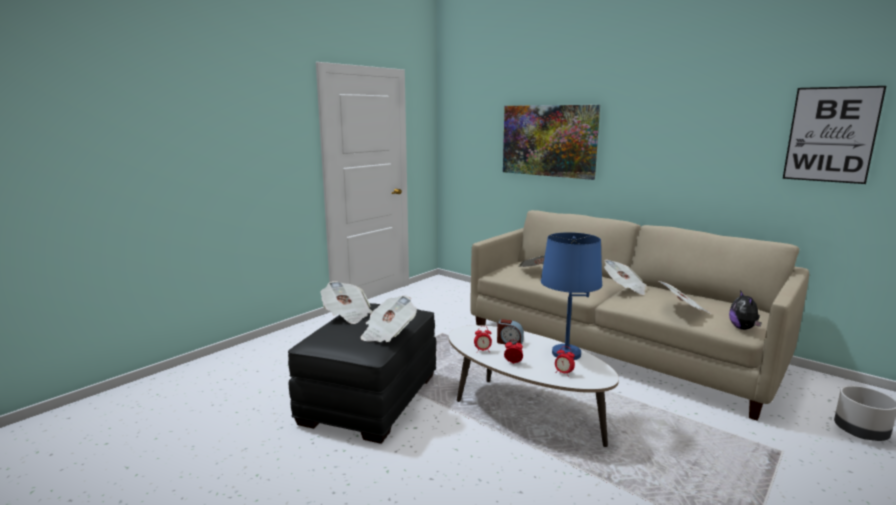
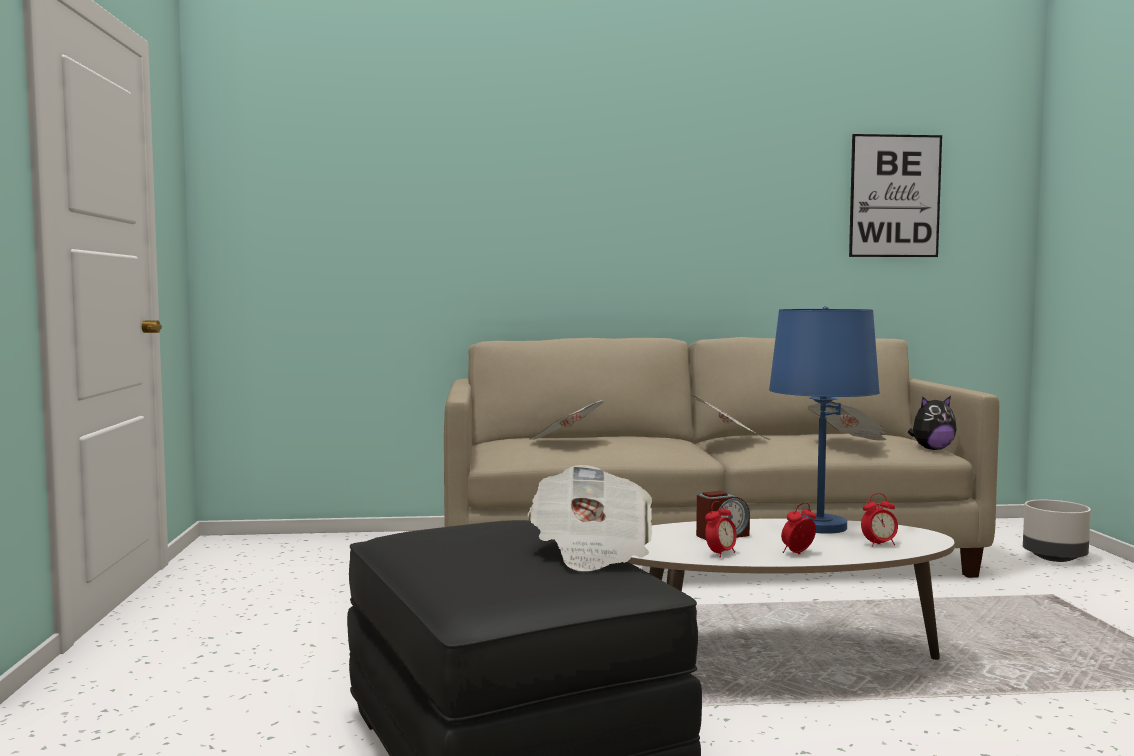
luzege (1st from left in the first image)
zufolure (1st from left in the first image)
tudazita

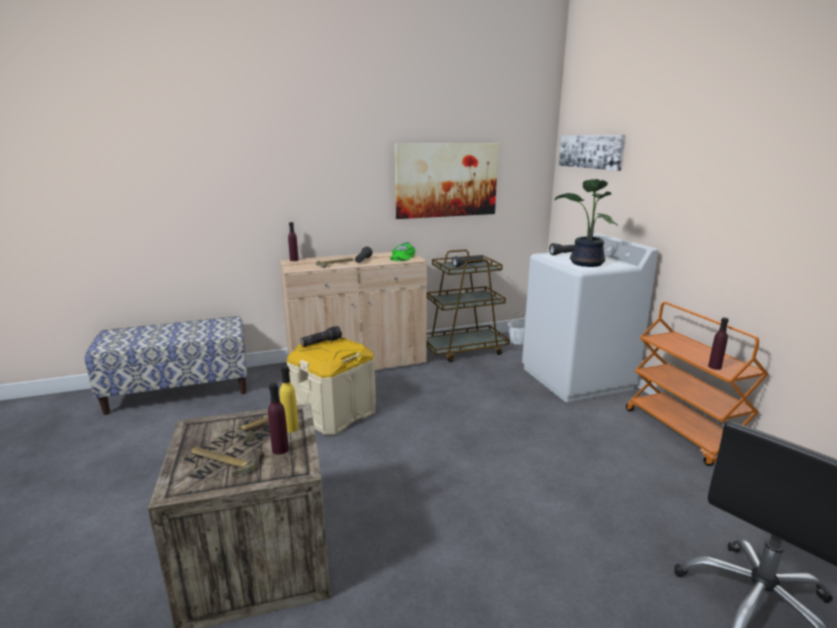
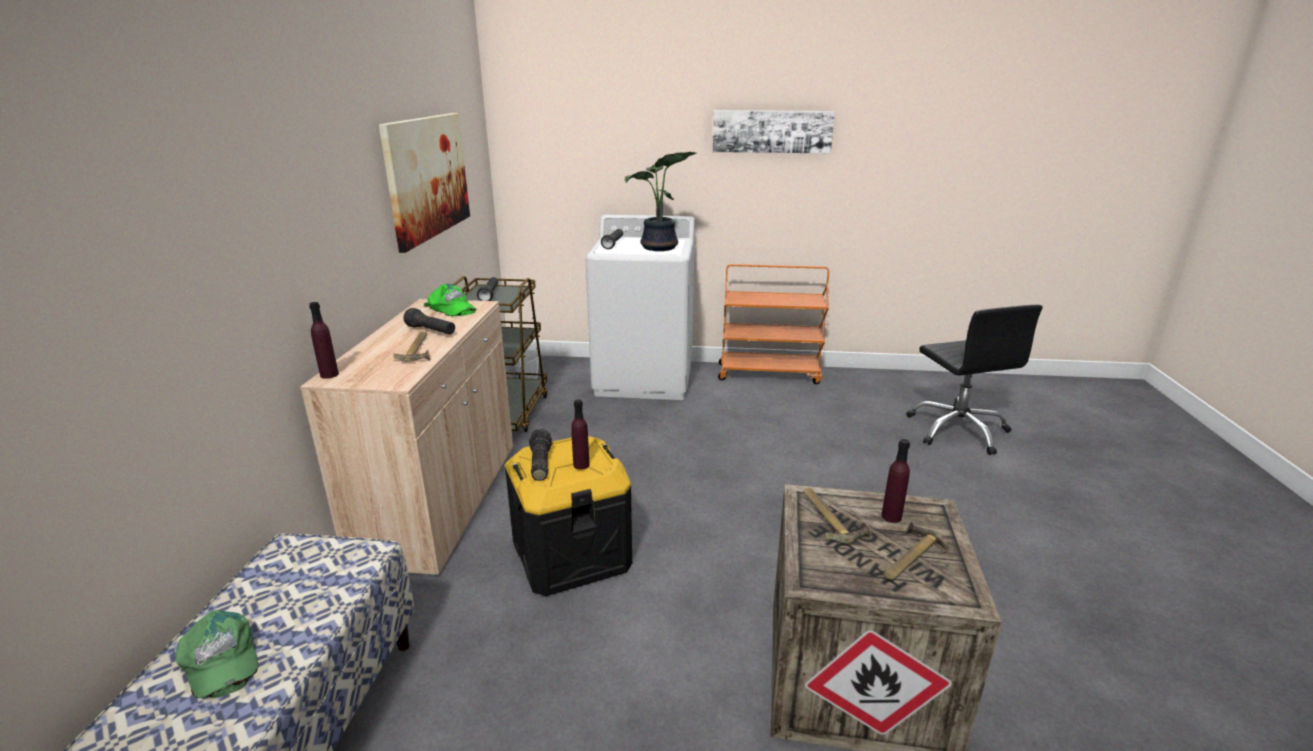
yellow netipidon
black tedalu
zufolure (2nd from left)
purple netipidon (2nd from left)
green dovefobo (1st from left)

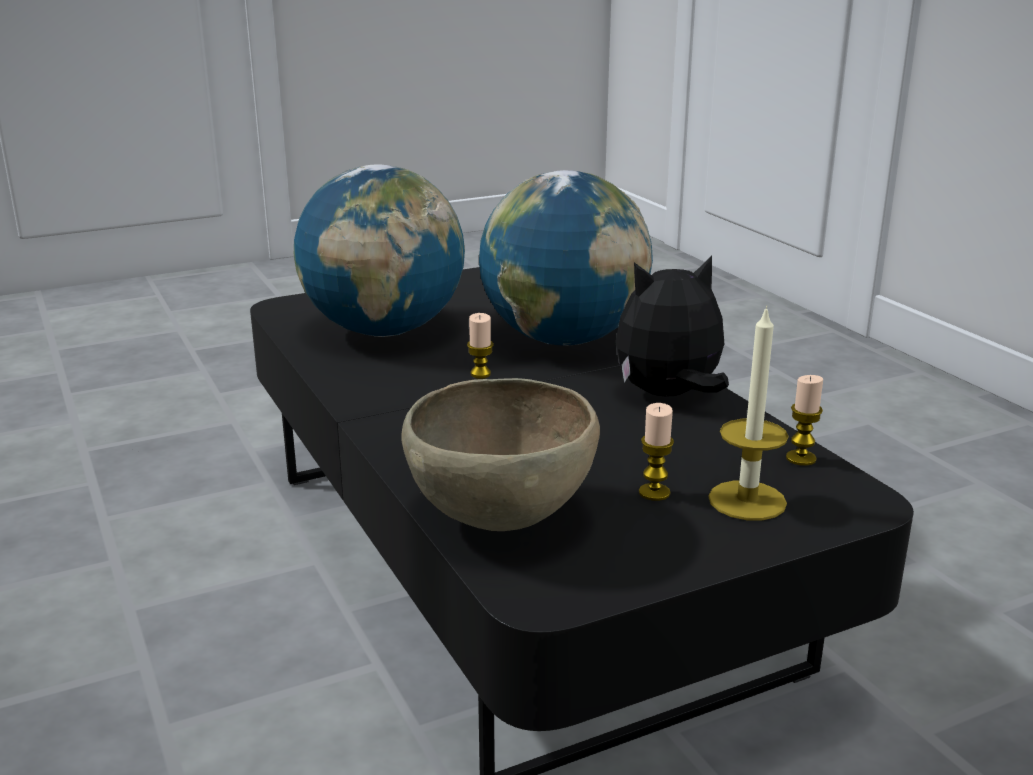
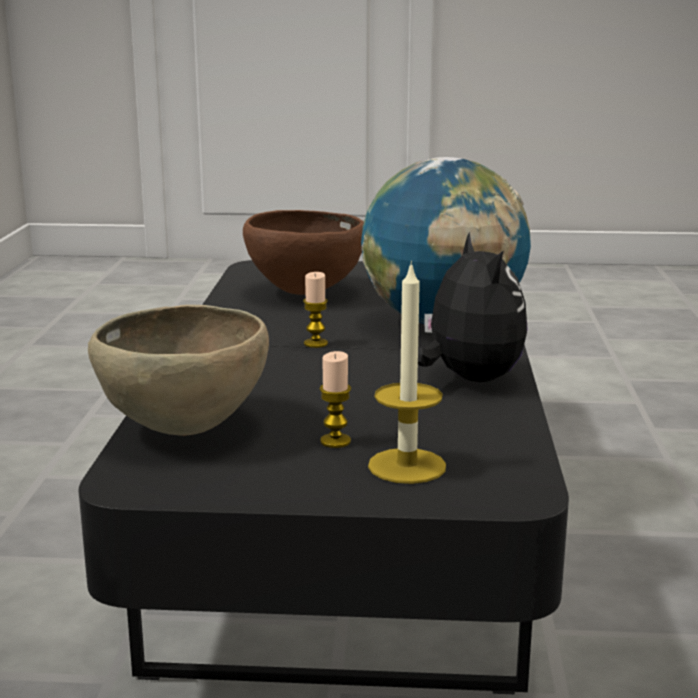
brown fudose (2nd from left)
tudazita
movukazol (4th from left in the first image)

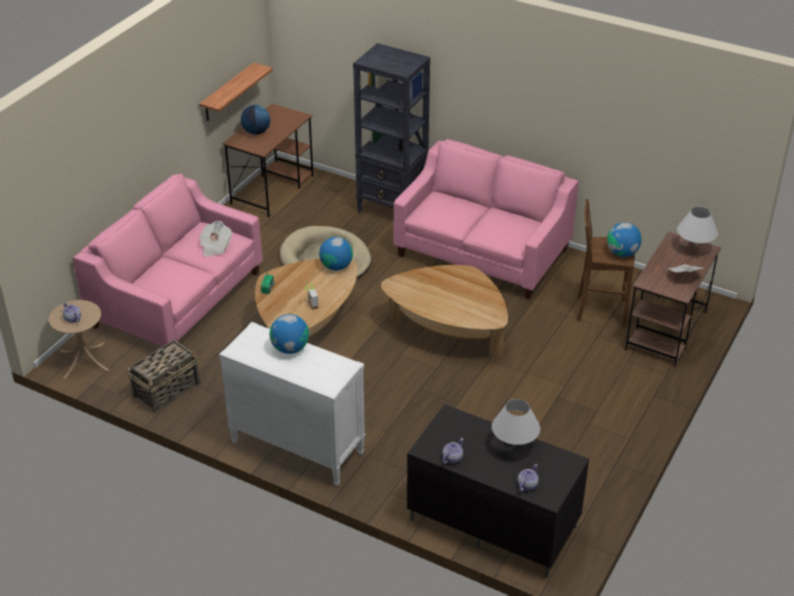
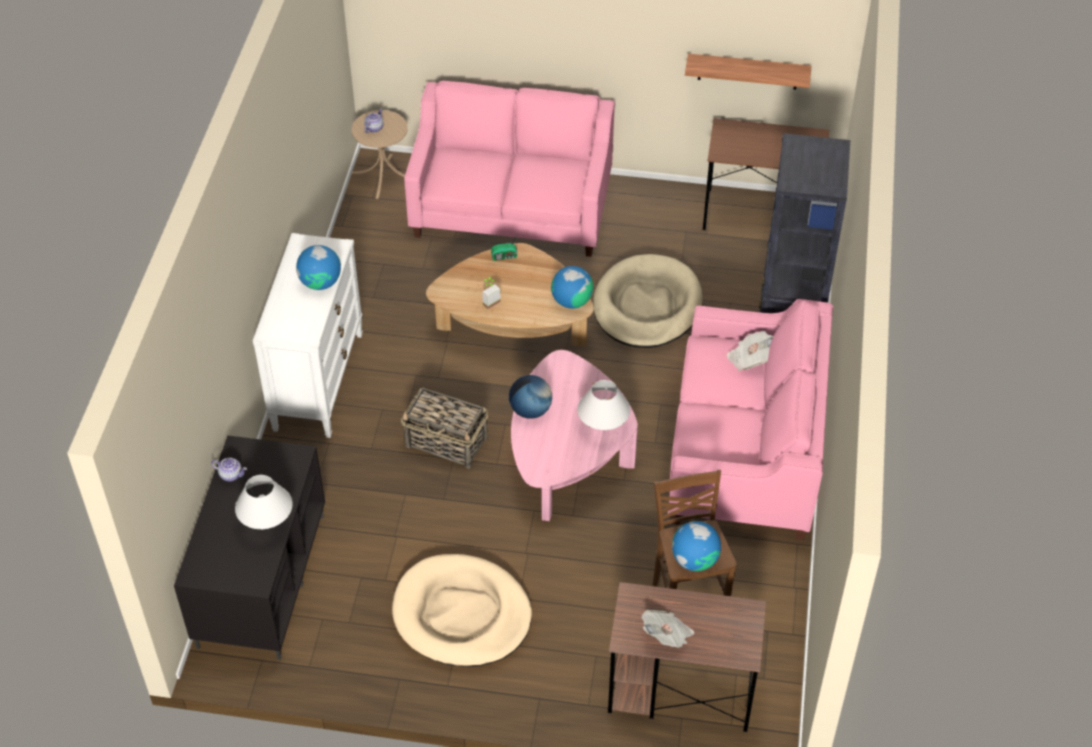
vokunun
luzege (2nd from left)
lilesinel (2nd from left)
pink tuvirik
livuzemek (3rd from left in the first image)
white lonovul (2nd from left)
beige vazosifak (1st from left)

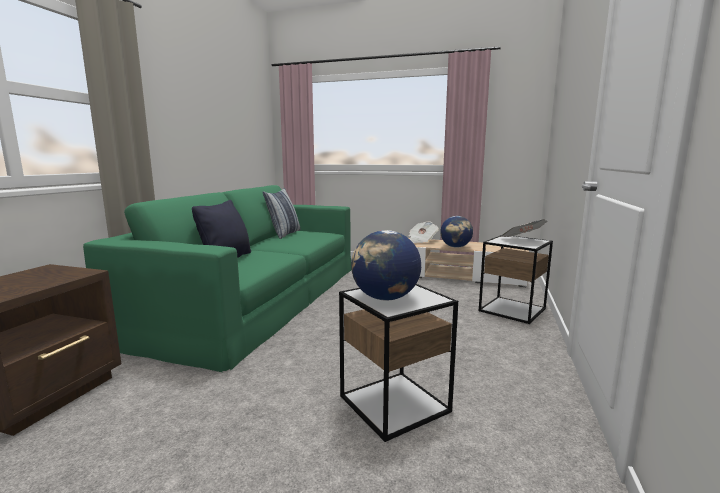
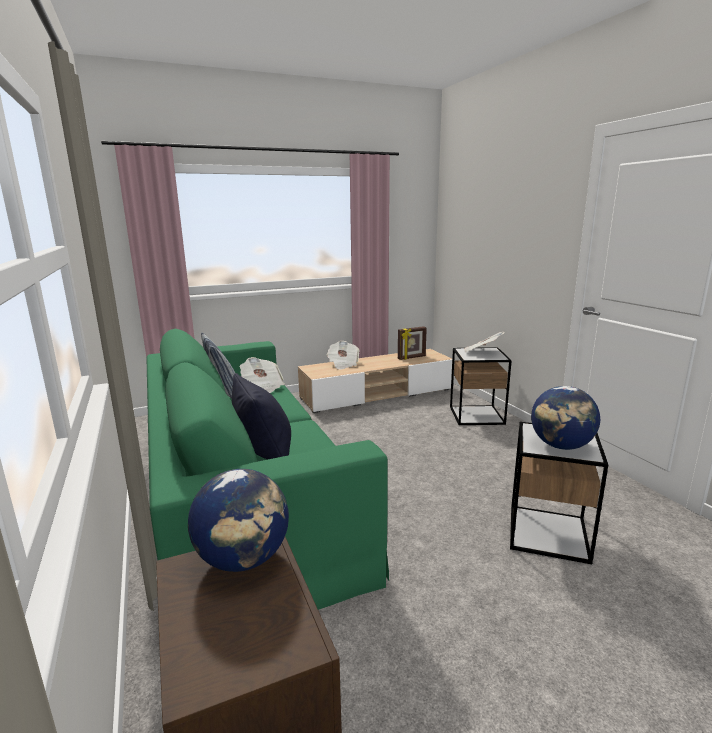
lilesinel (1st from left)
luzege (1st from left)
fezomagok

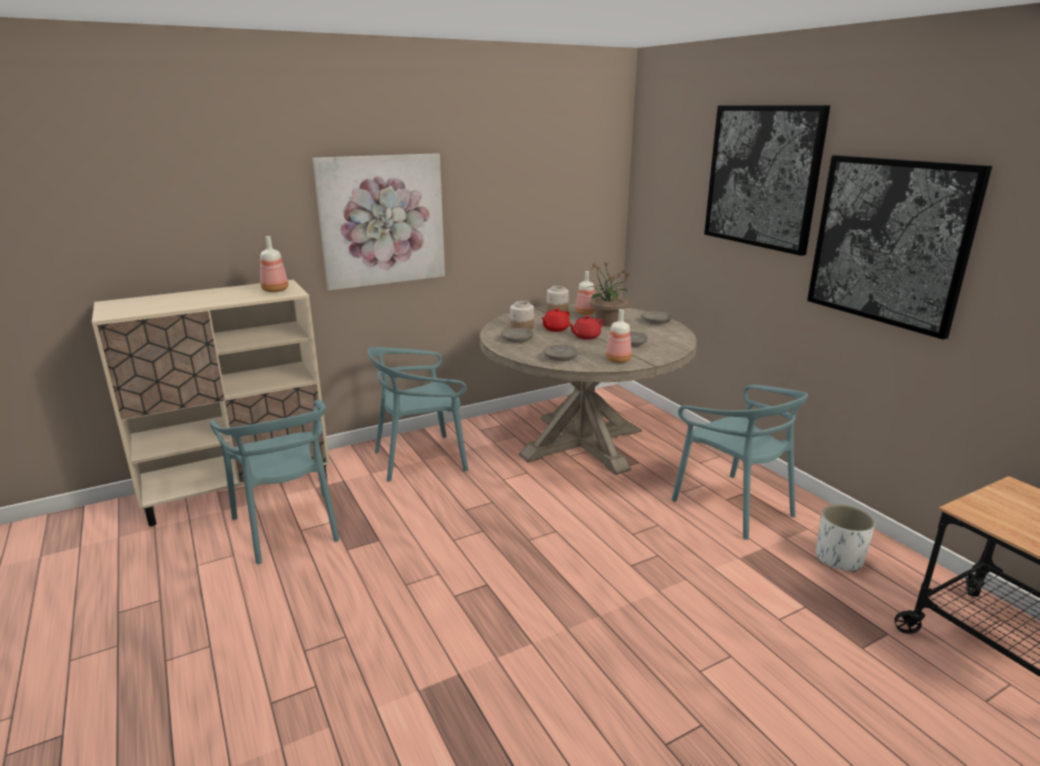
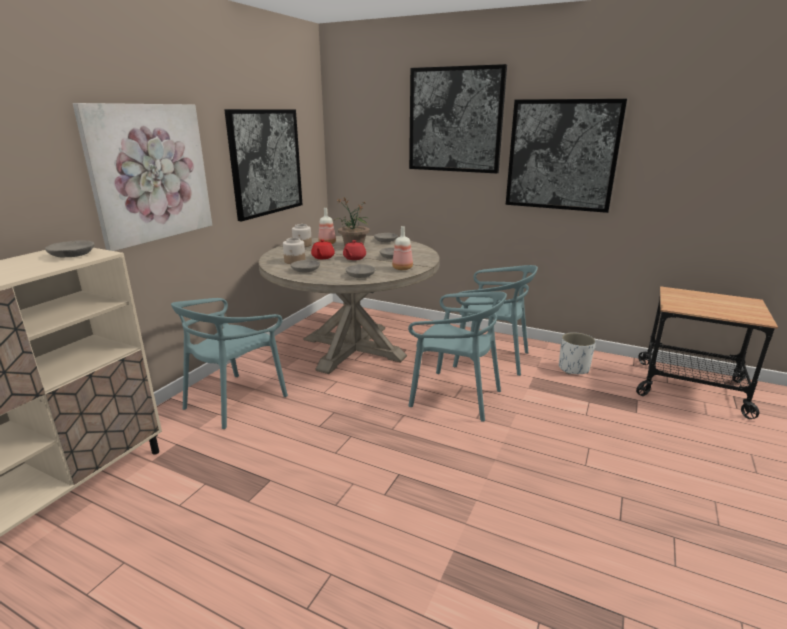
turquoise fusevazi (2nd from left)
grey fudose (1st from left)
zufolure (2nd from left)

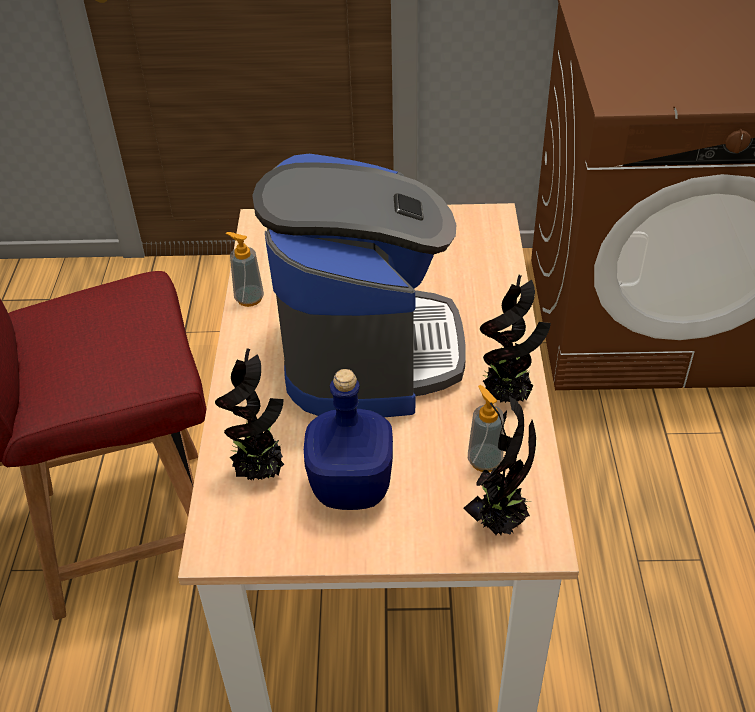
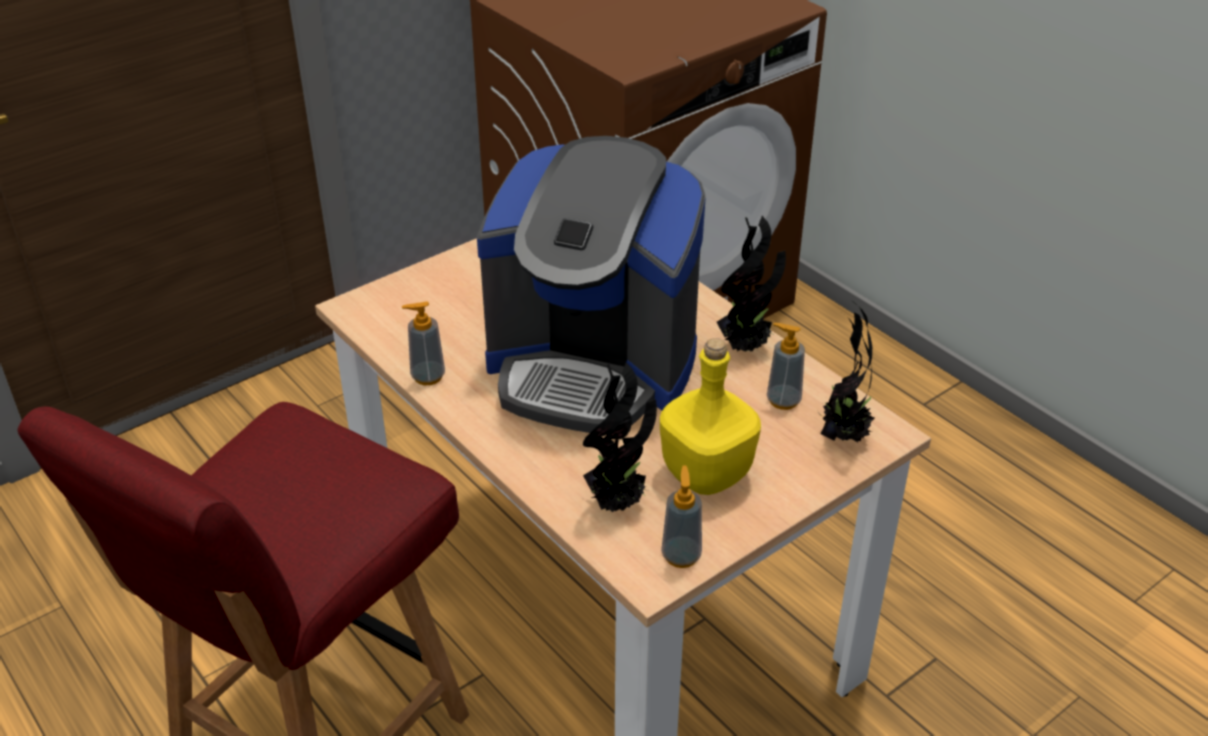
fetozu
yellow netipidon
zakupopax (2nd from left)

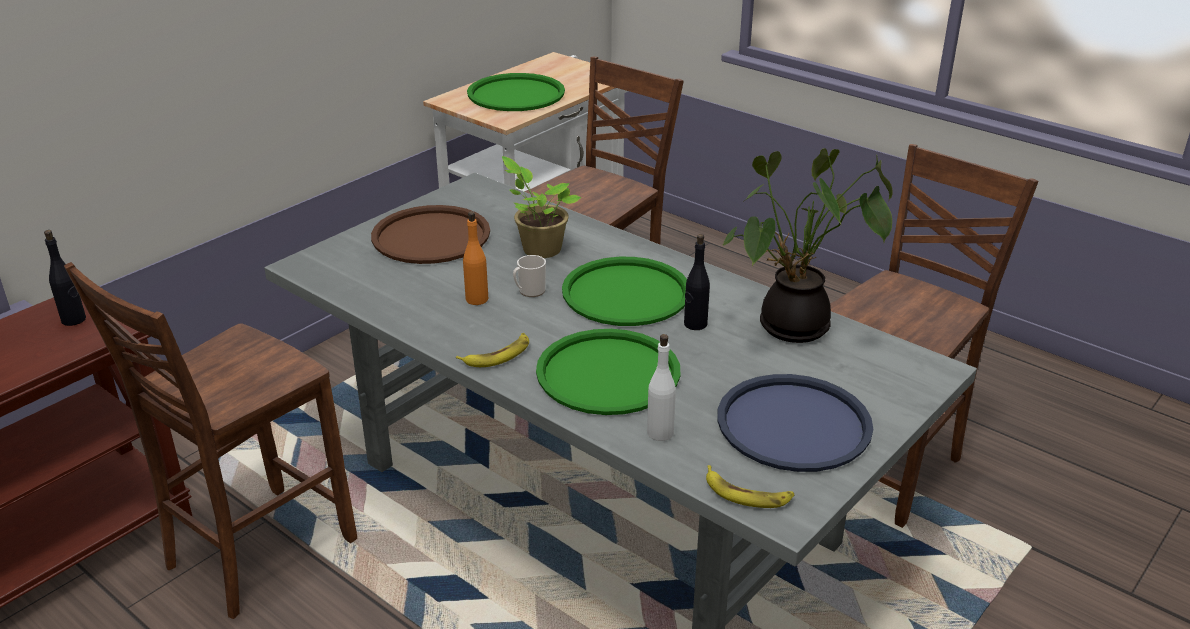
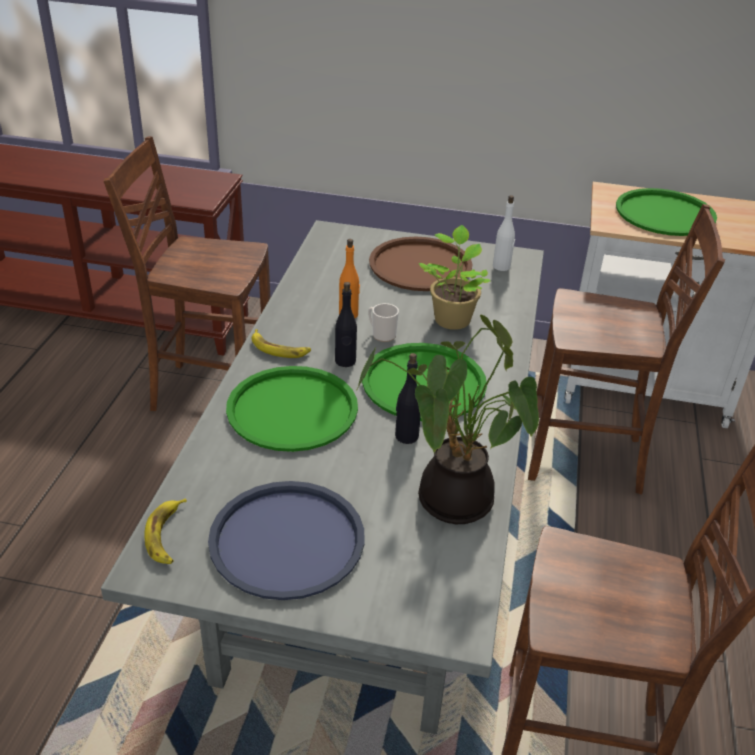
black netipidon (1st from left)
white netipidon

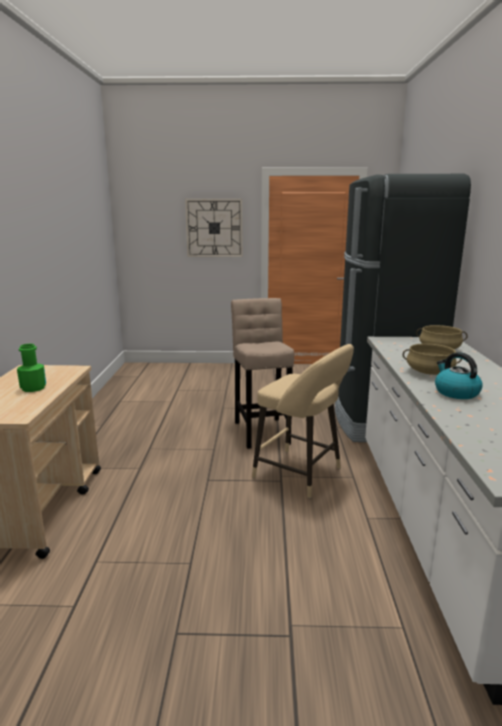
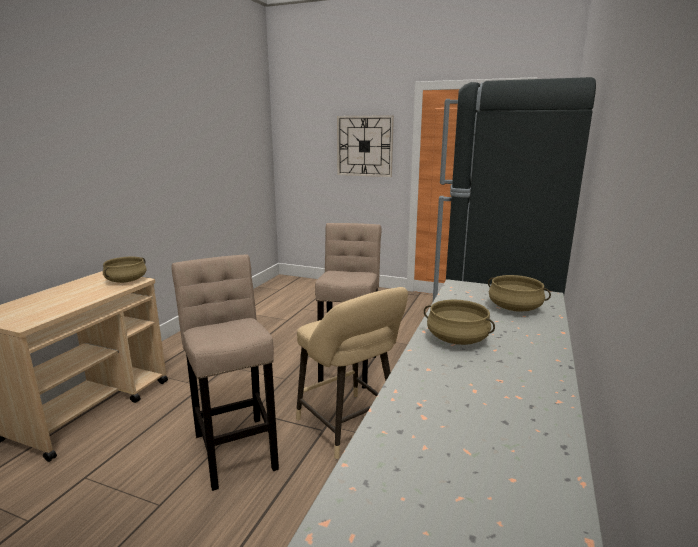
green netipidon
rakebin
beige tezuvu (1st from left)
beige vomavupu (1st from left)

